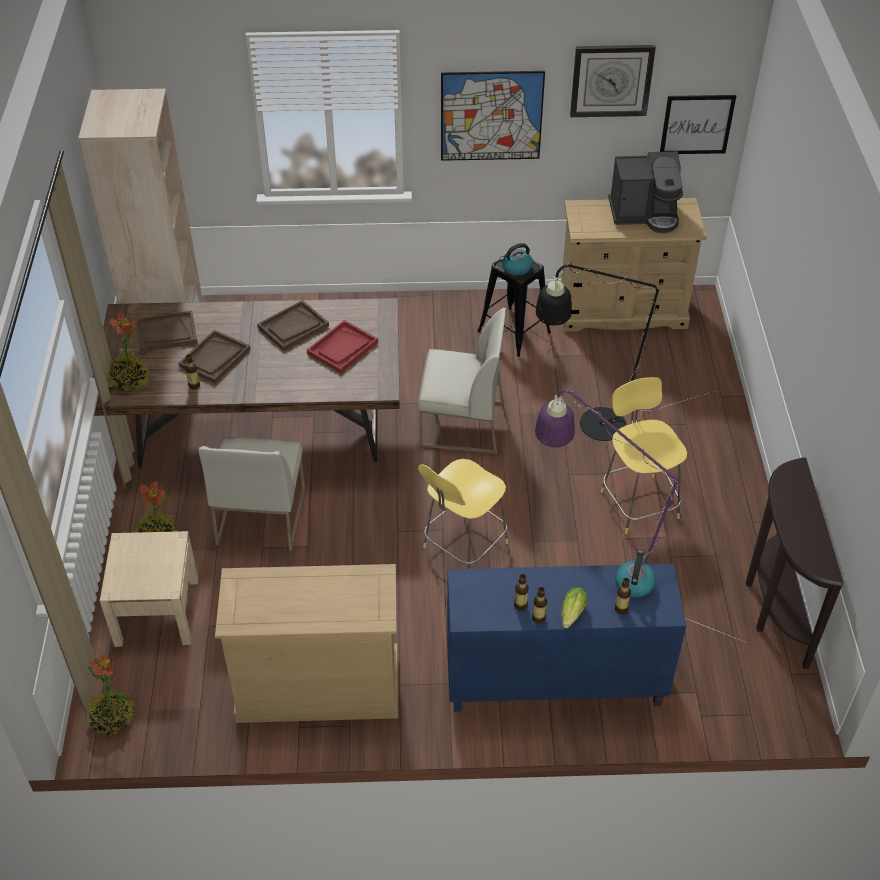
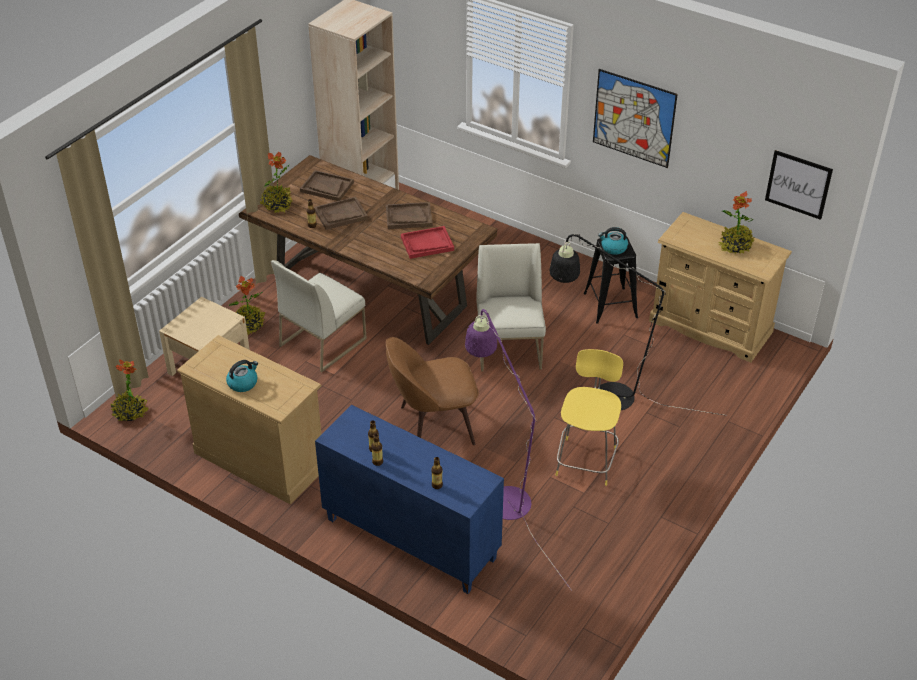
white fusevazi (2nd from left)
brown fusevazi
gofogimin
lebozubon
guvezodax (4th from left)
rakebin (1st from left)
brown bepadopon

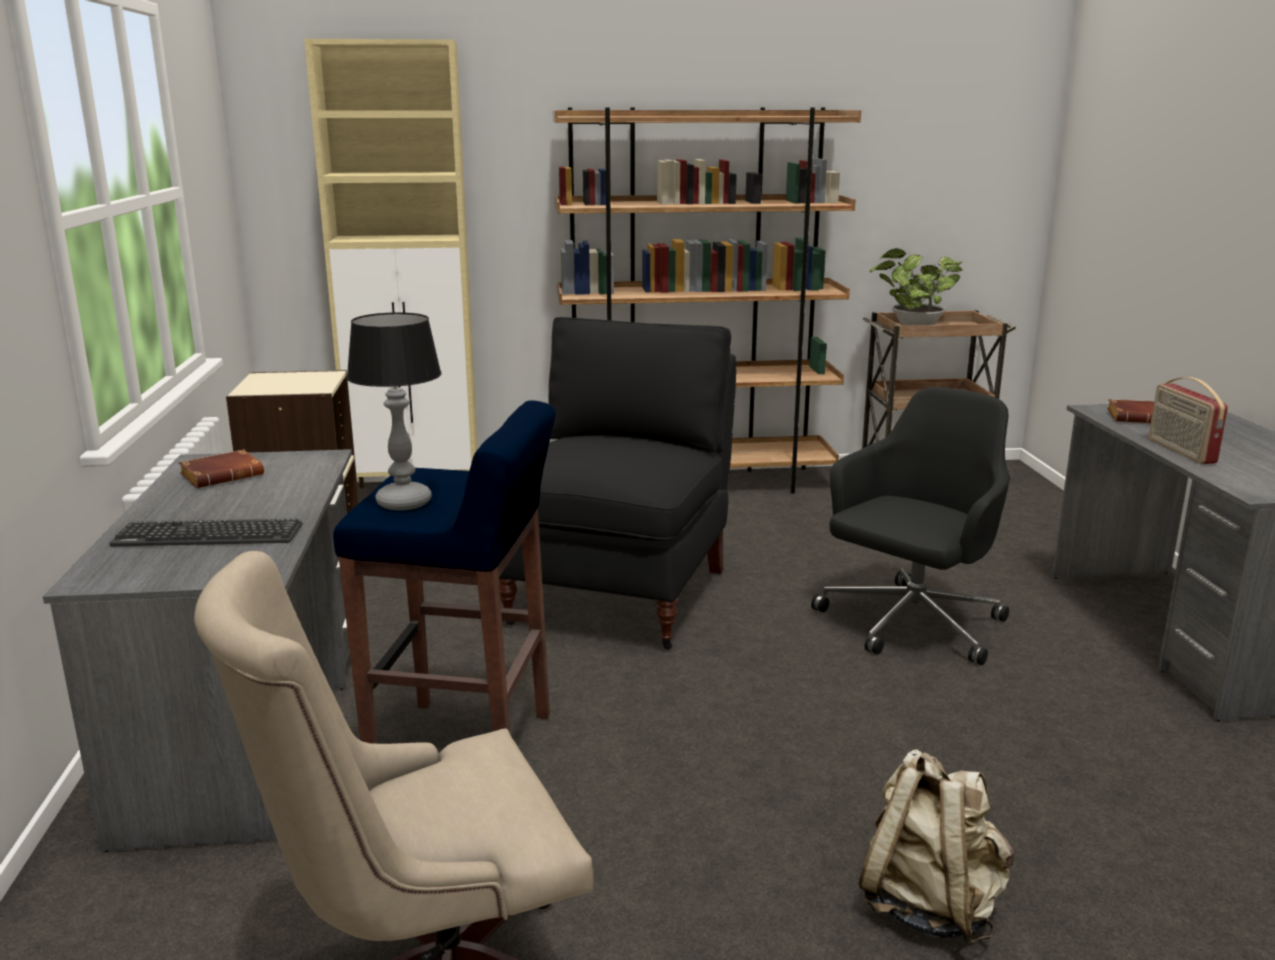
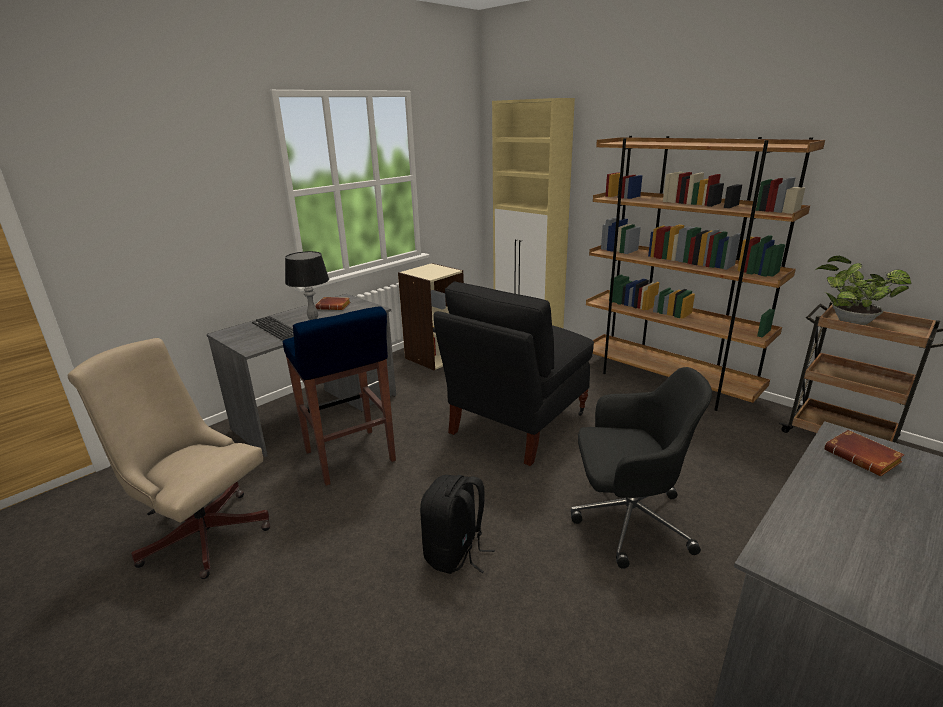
black fusevazi
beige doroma
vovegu
black doroma

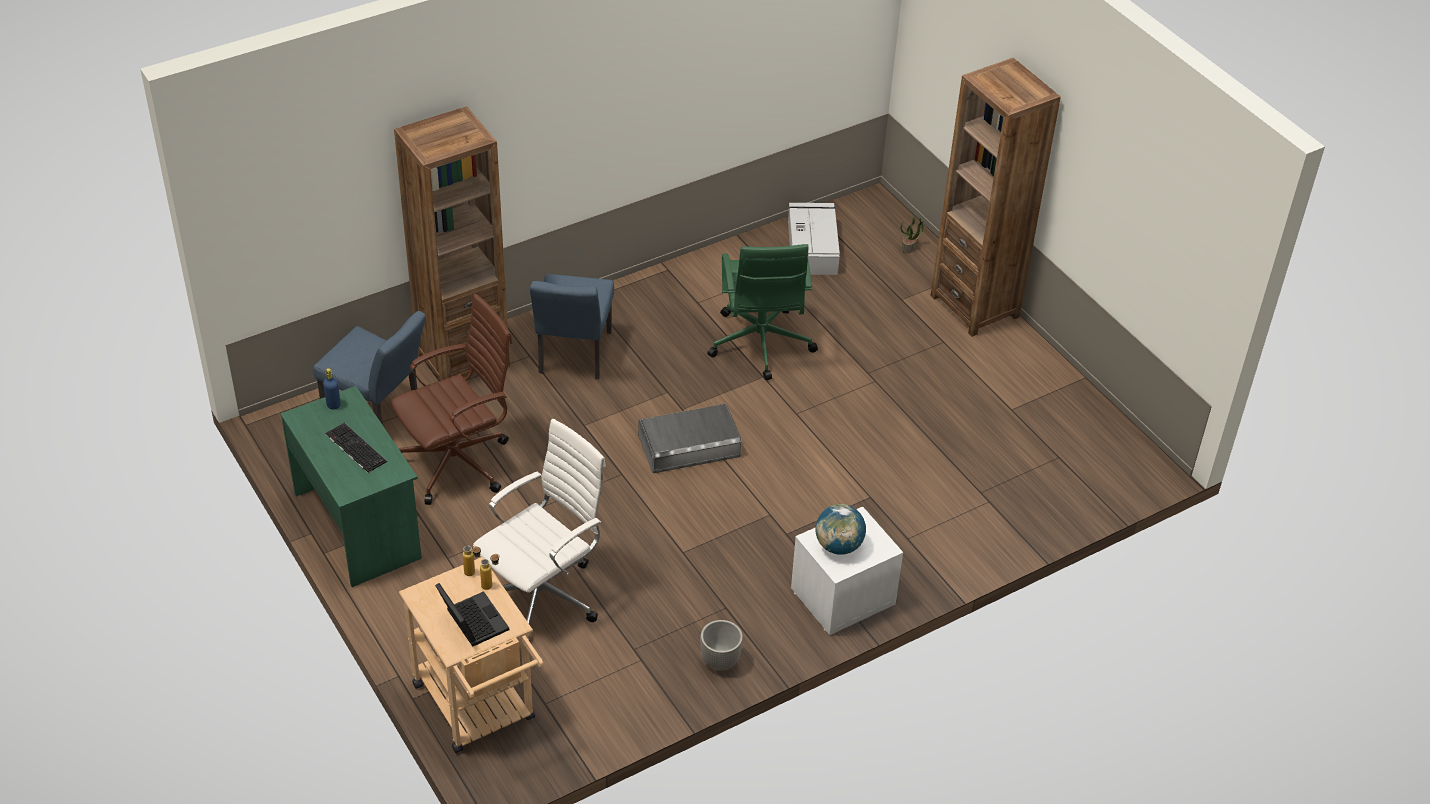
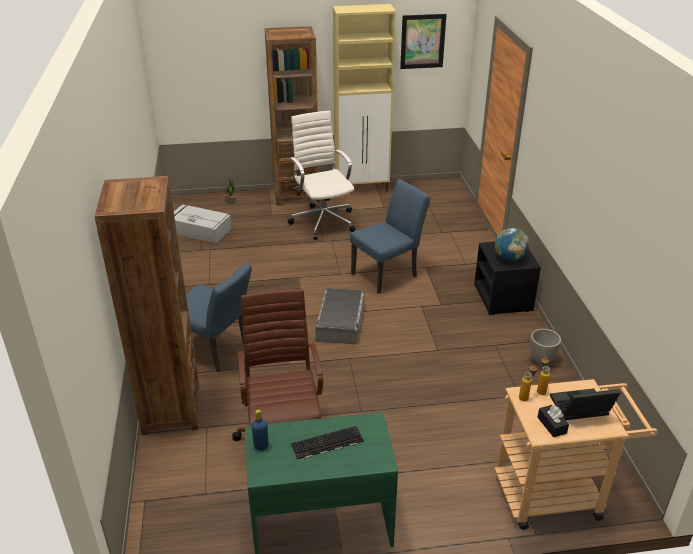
blue fusevazi (2nd from left)
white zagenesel
green zagenesel
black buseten
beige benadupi
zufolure
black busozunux

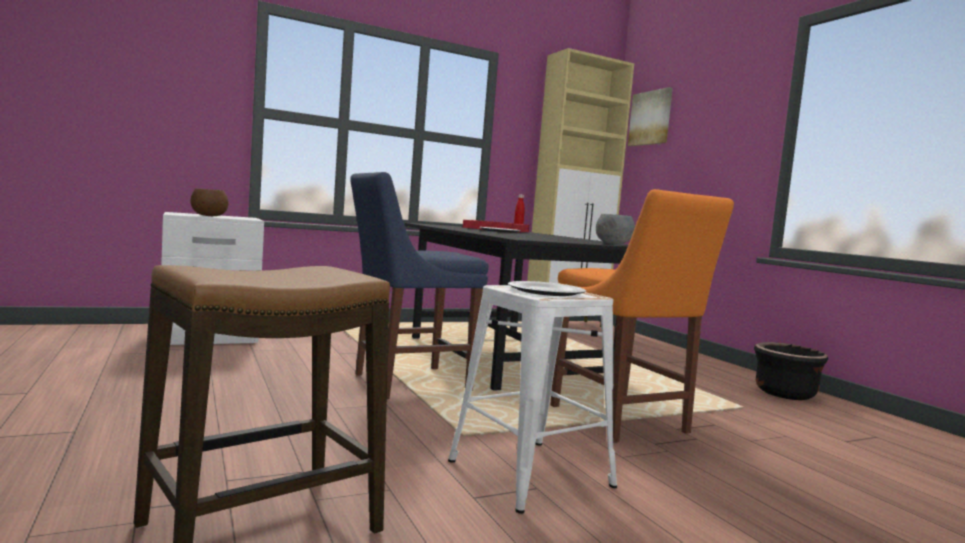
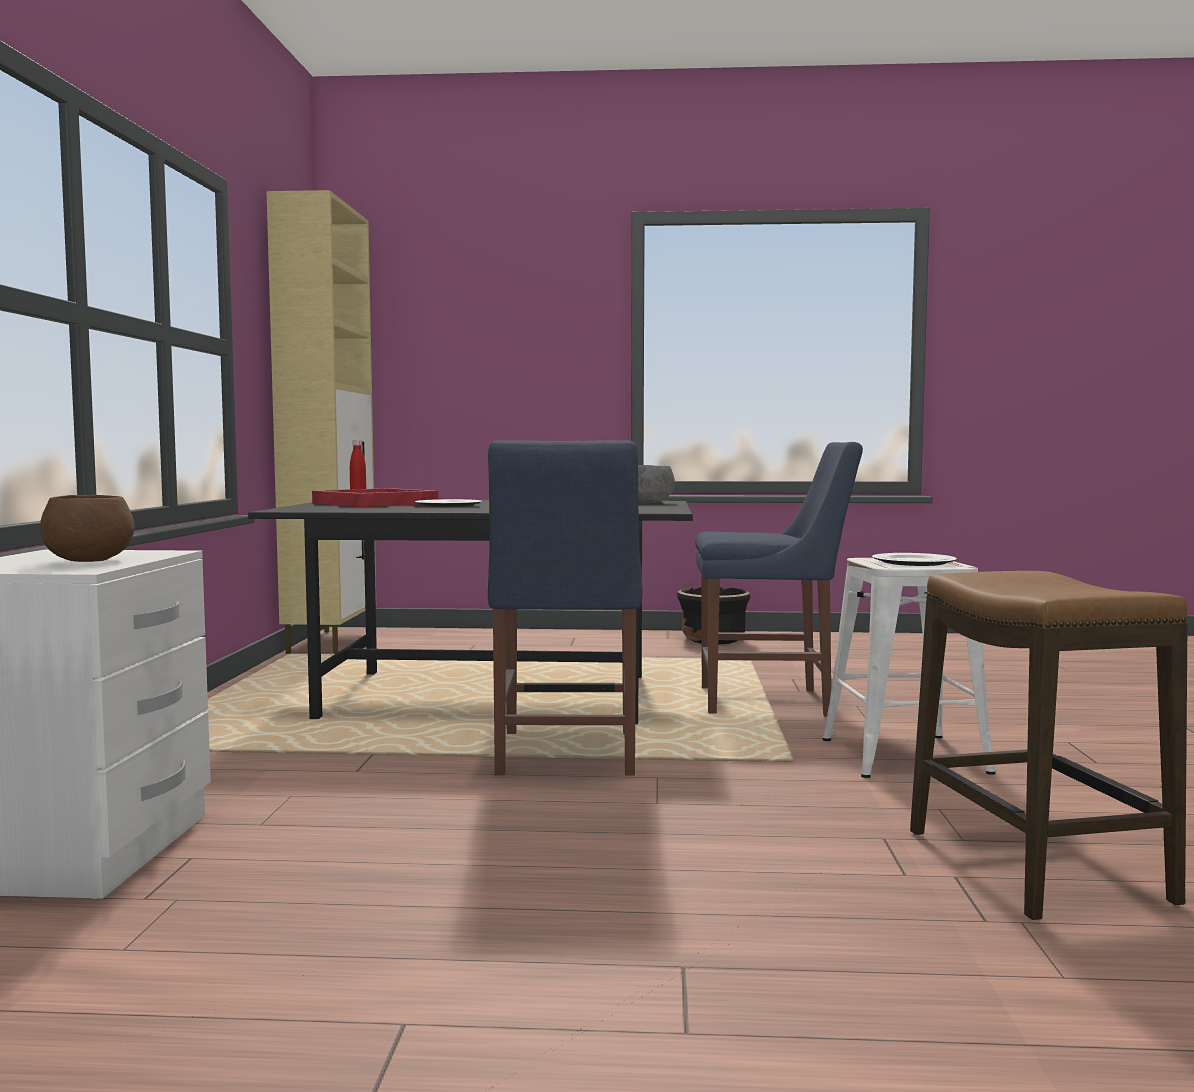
blue fusevazi (2nd from left)
zufolure

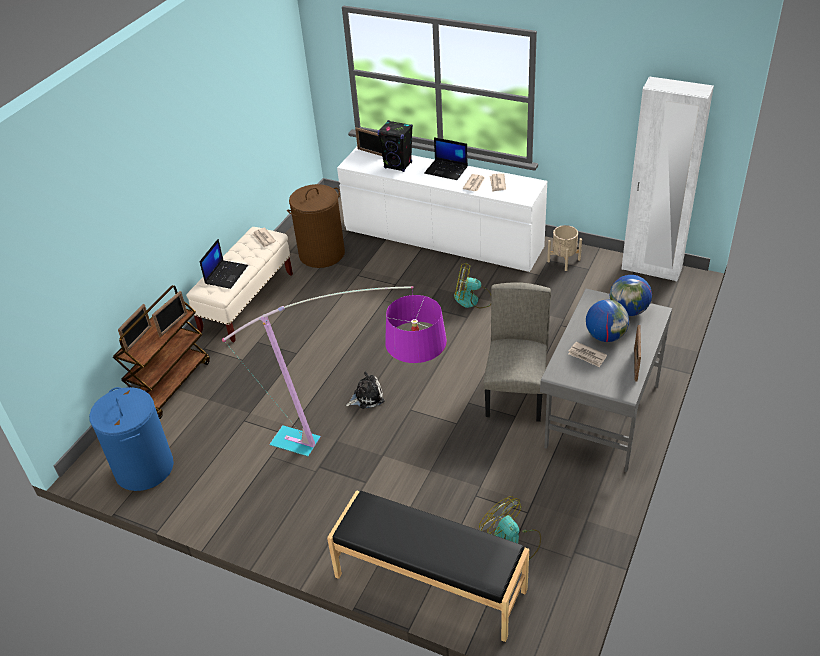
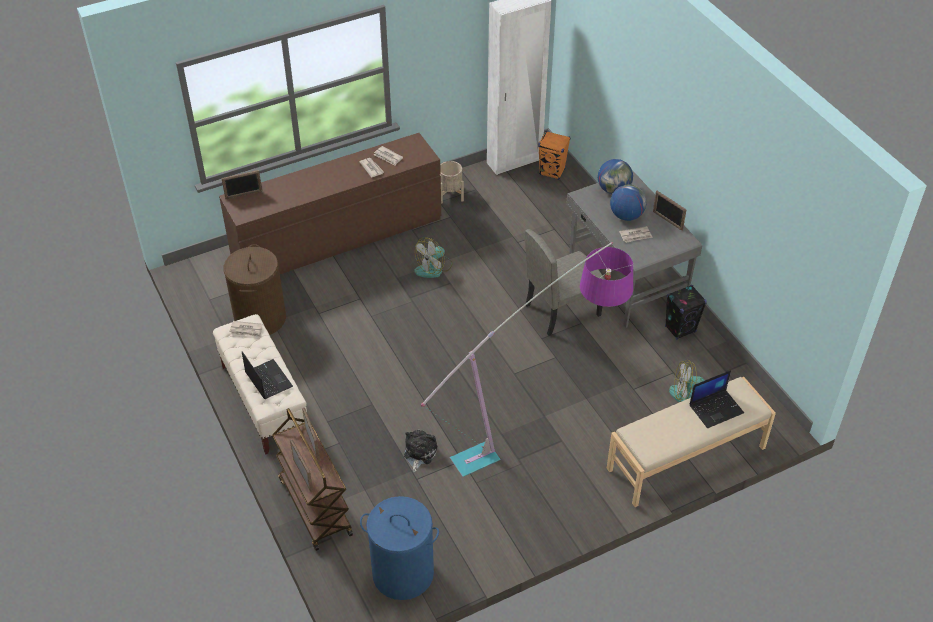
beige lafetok (2nd from left)
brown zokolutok
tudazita
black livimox
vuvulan (2nd from left)
beige fusevazi
orange livimox

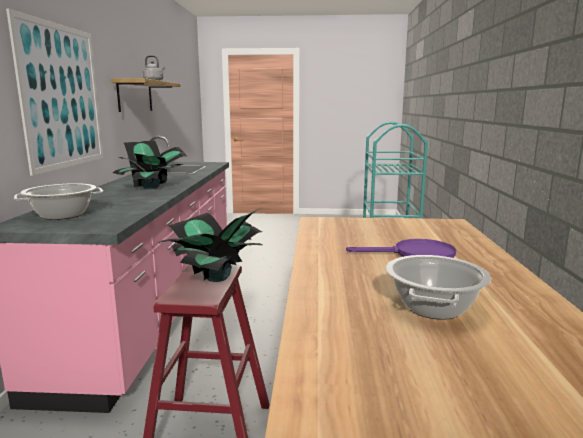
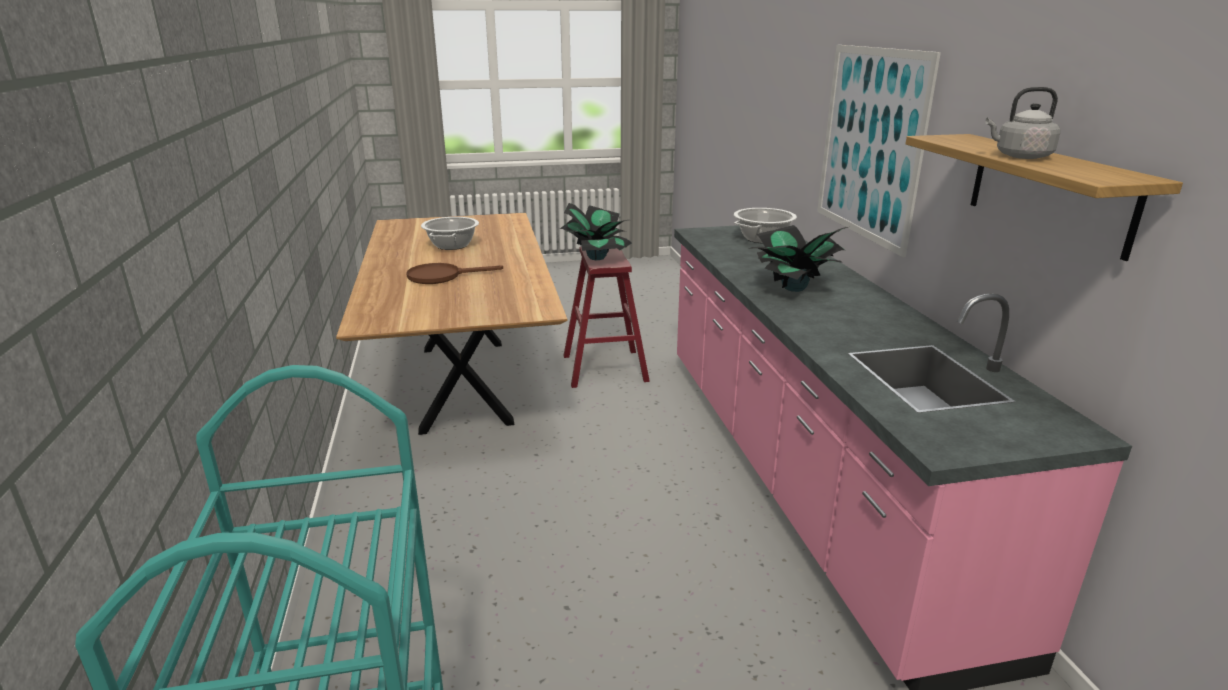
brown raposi

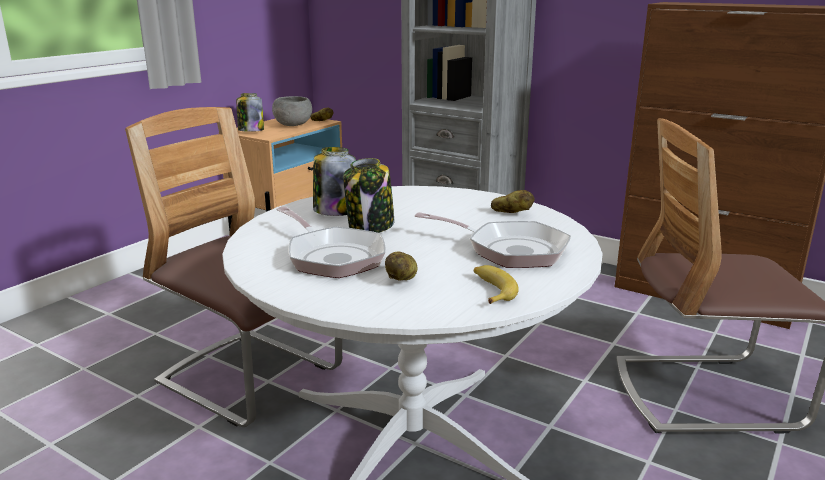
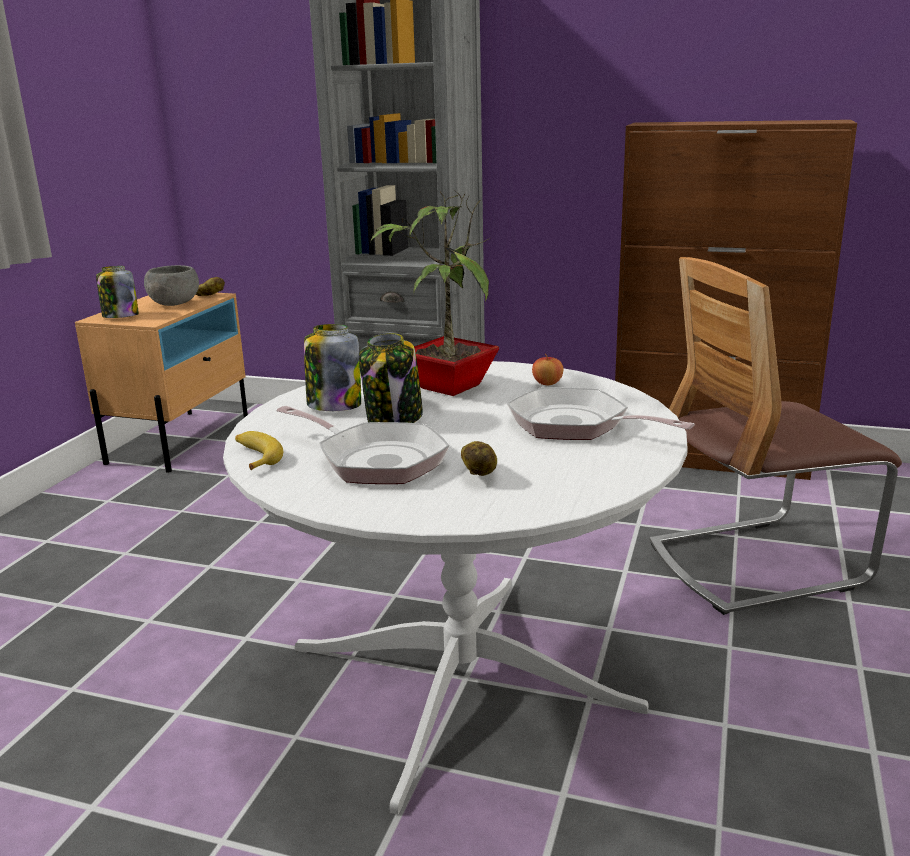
fusevazi (1st from left in the first image)
raposi (2nd from left)
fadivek
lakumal
guvezodax

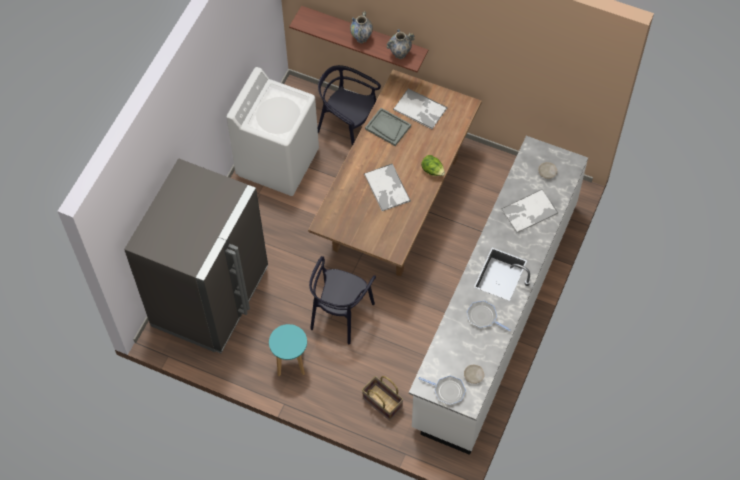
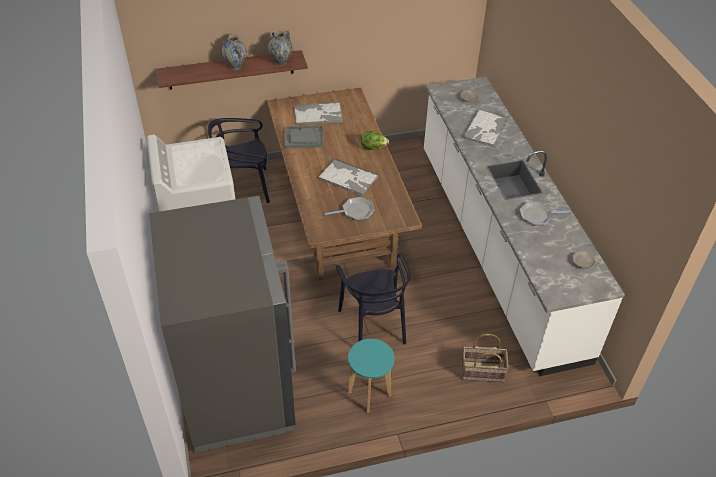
raposi (1st from left)

